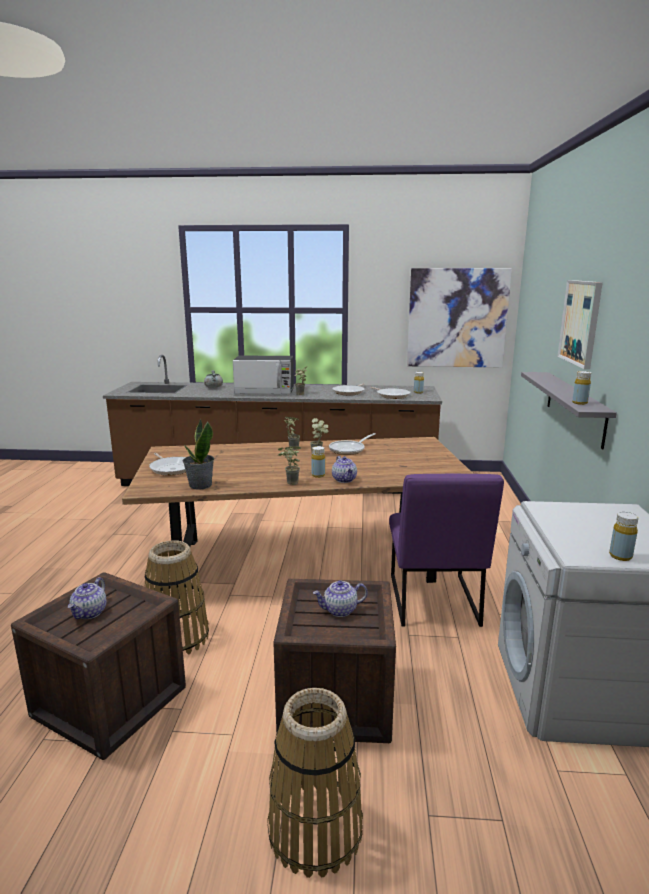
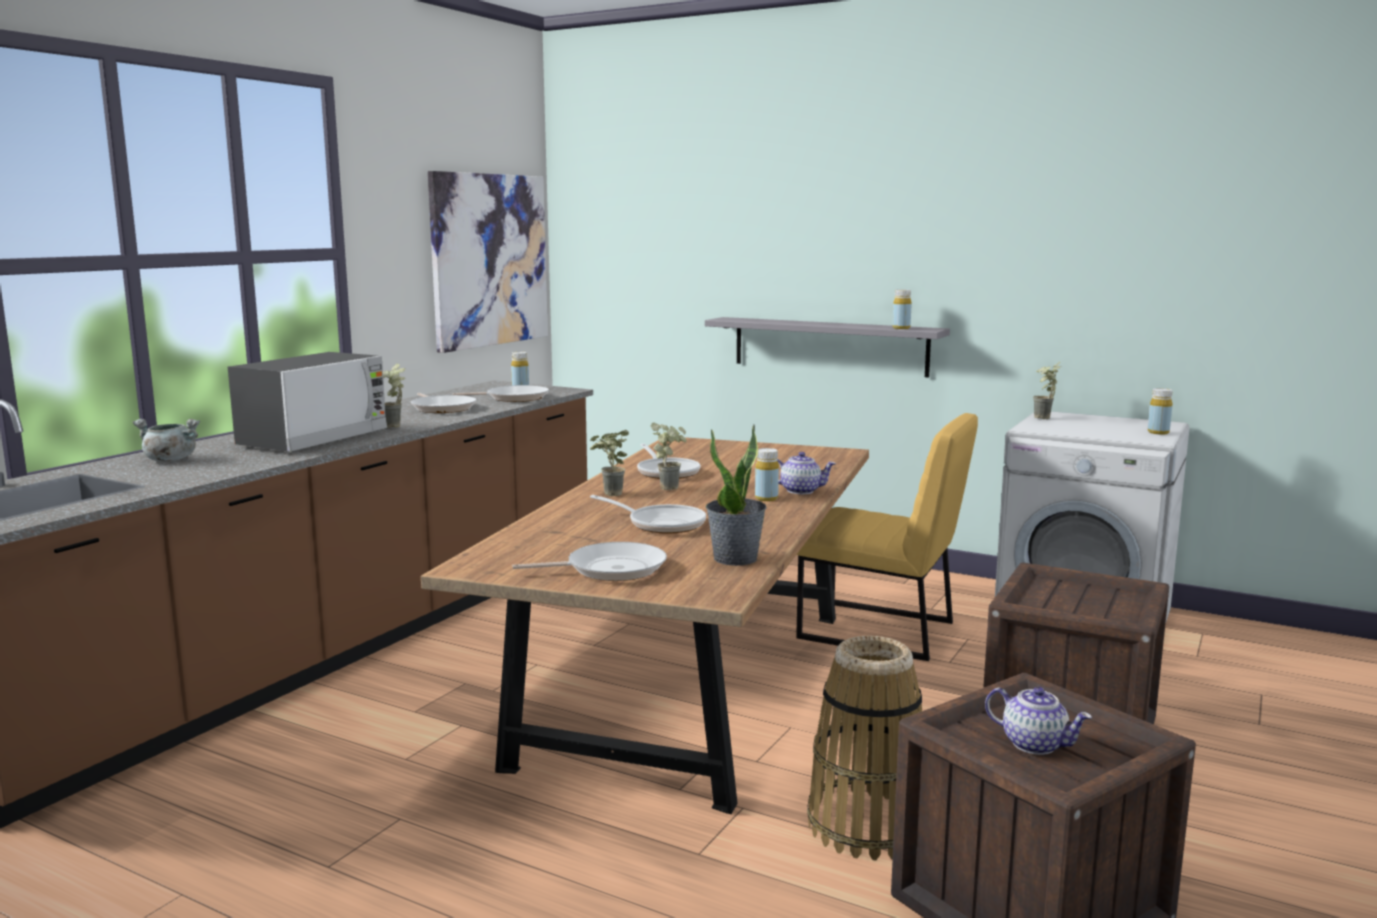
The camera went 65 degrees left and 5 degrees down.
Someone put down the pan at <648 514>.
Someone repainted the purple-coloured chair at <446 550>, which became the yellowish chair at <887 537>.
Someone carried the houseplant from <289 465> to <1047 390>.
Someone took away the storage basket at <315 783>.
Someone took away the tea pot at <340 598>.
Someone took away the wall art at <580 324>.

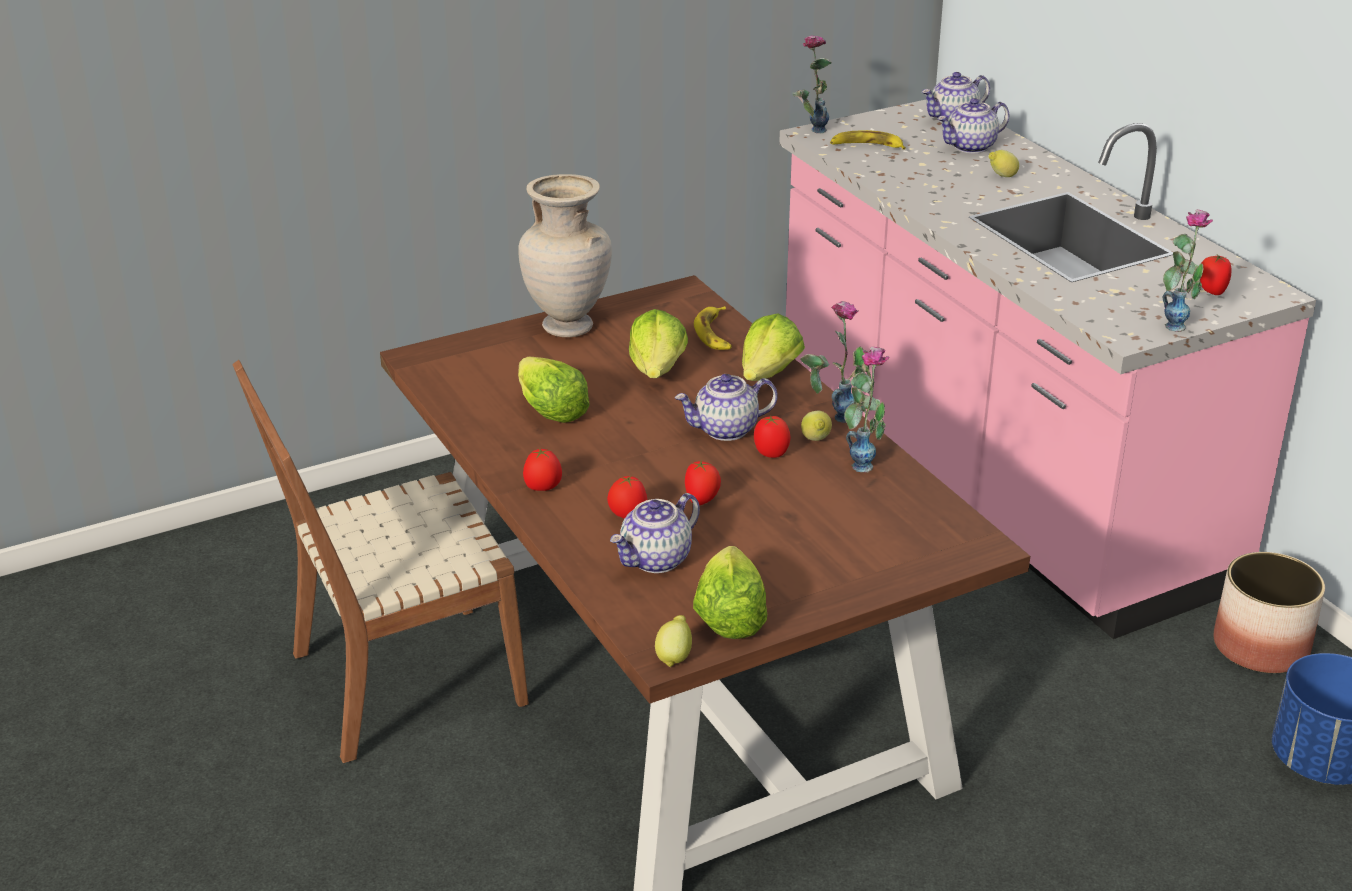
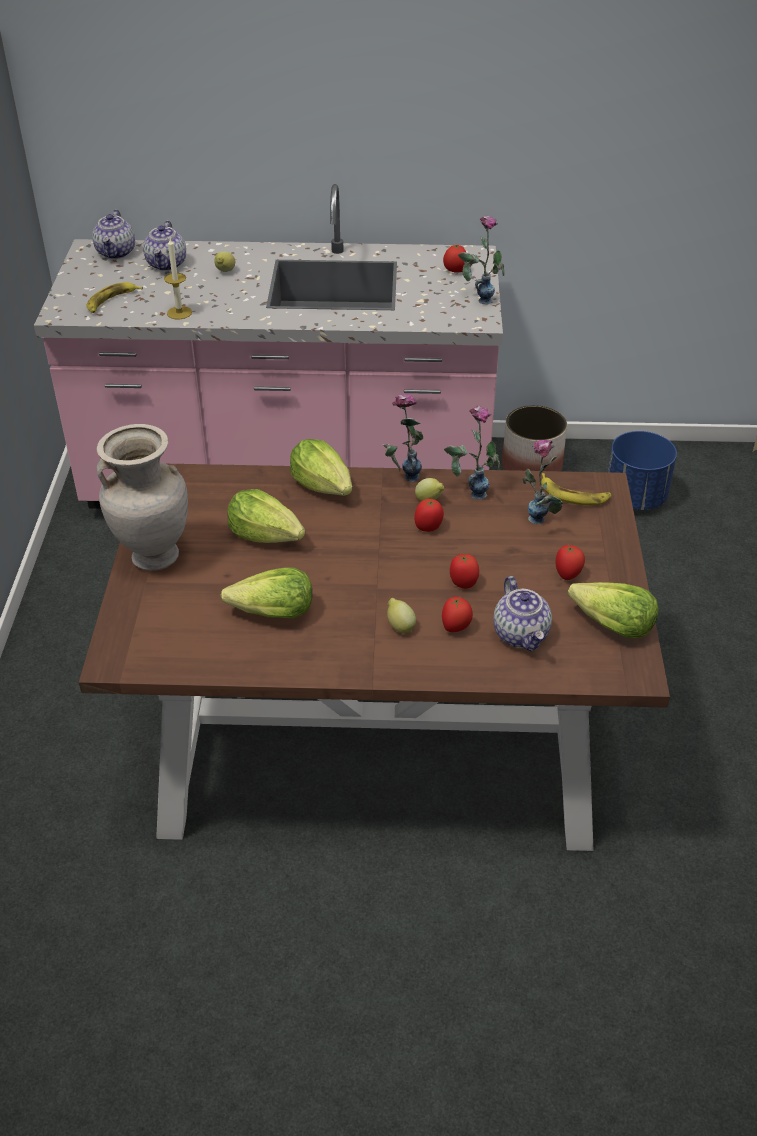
The camera went 60 degrees left and 10 degrees up.
Someone put down the wax candle at <178 278>.
Someone carried the lemon from <673 641> to <401 615>.
Someone carried the decorative vase from <812 84> to <543 482>.
Someone carried the banana from <713 328> to <576 489>.
Someone carried the fresh tomato from <542 469> to <570 562>.
Someone took away the chair at <381 561>.
Someone took away the tea pot at <726 407>.

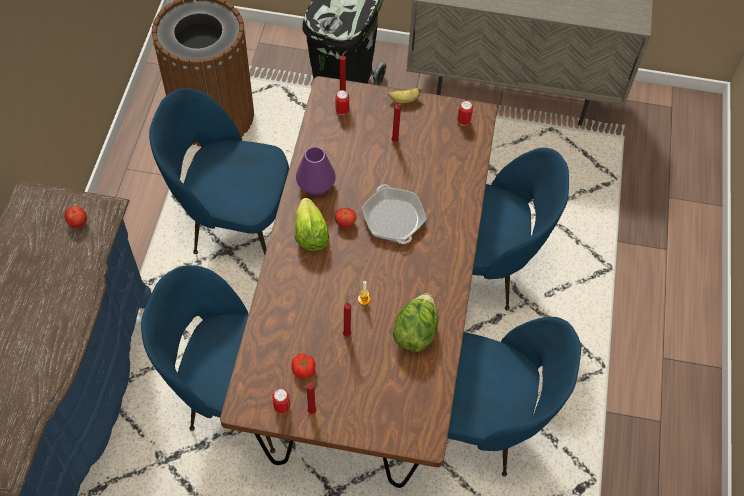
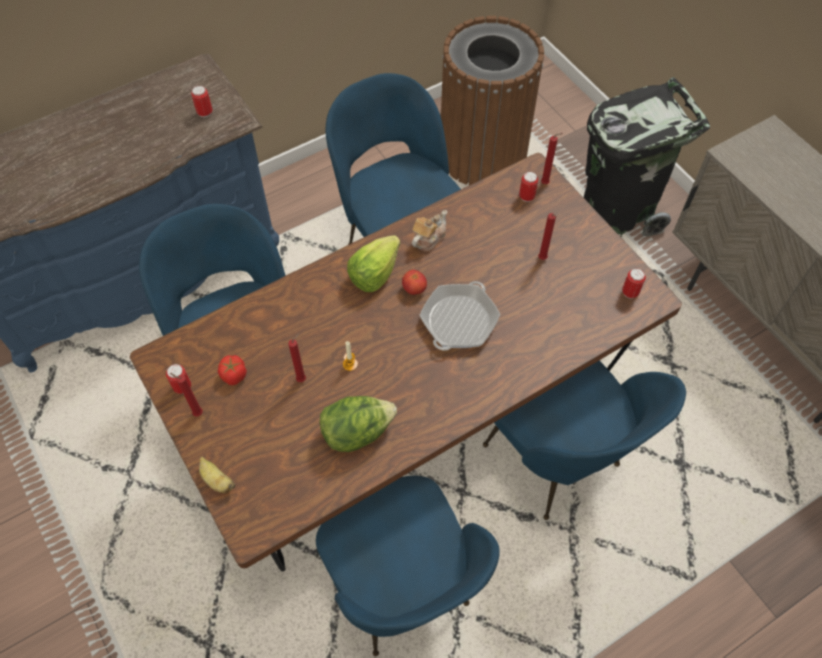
The camera went 50 degrees right and 0 degrees up.
Someone swapped the fresh tomato at <75 217> for the metal can at <201 102>.
Someone carried the banana from <405 95> to <217 475>.
Someone swapped the purple-coloured decorative vase at <316 170> for the tea pot at <429 230>.

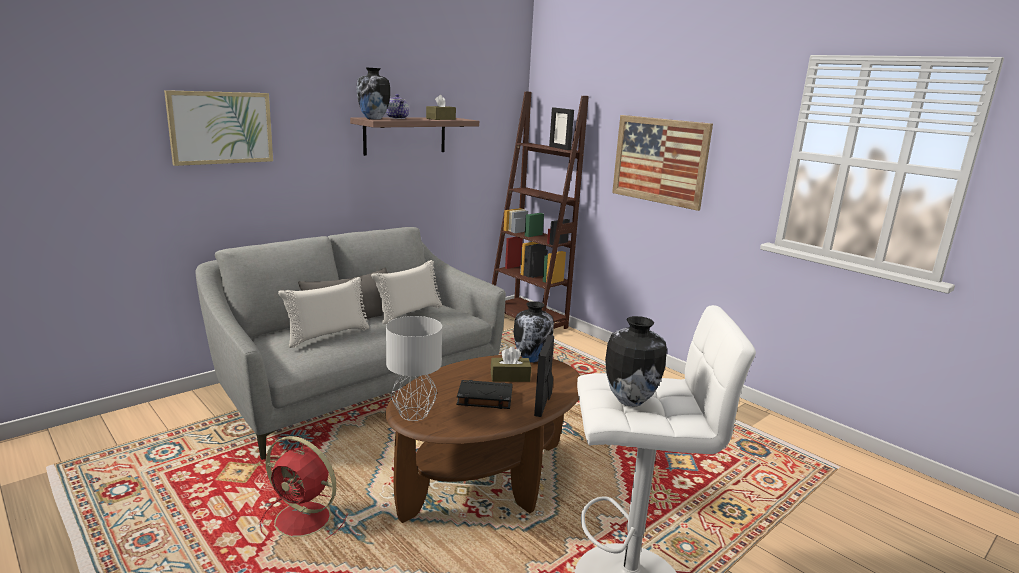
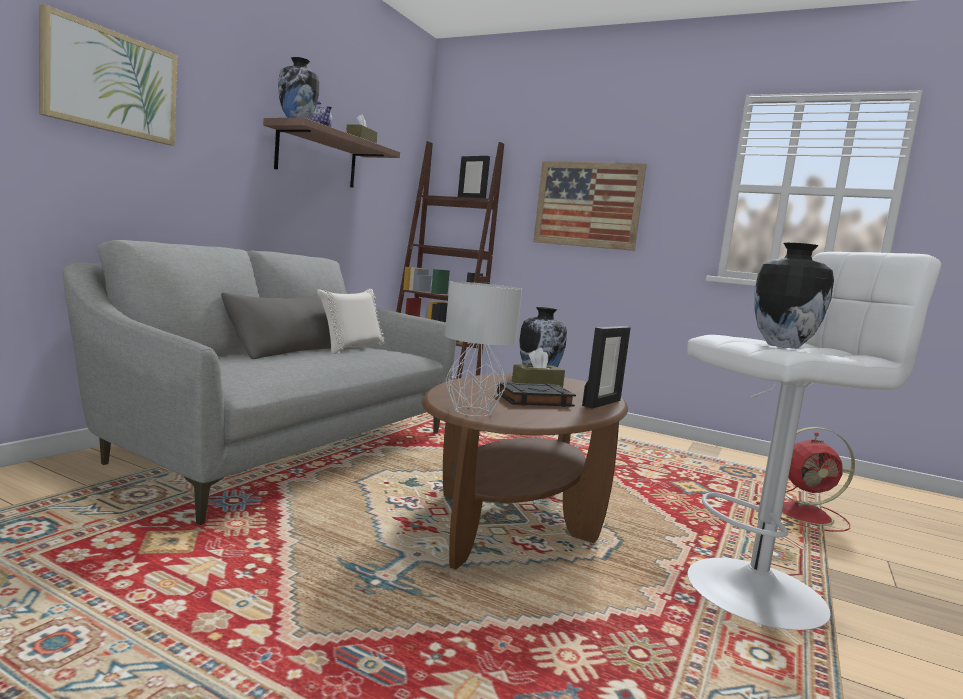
The camera went 20 degrees left and 10 degrees down.
Someone rotated the photo frame at <544 376> by 135 degrees counterclockwise.
Someone carried the red electric fan from <304 489> to <805 479>.
Someone took away the whitish throw pillow at <323 312>.

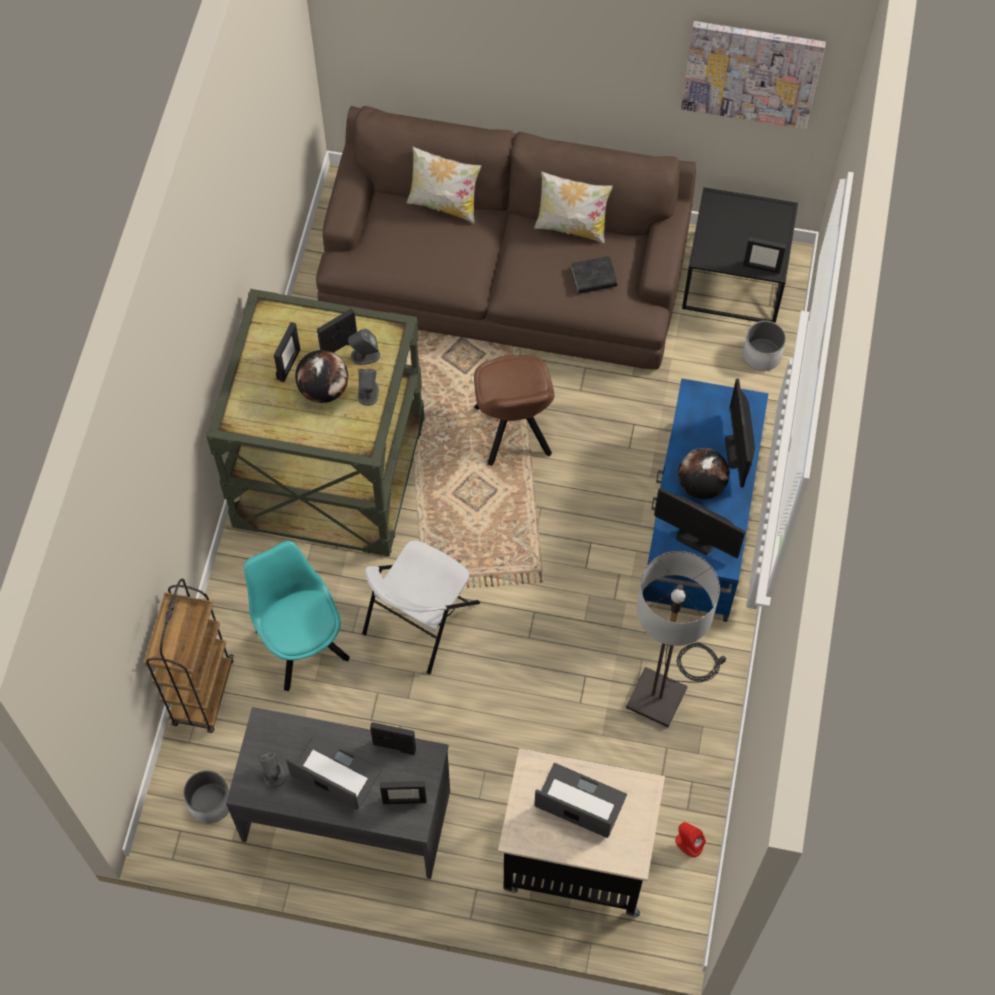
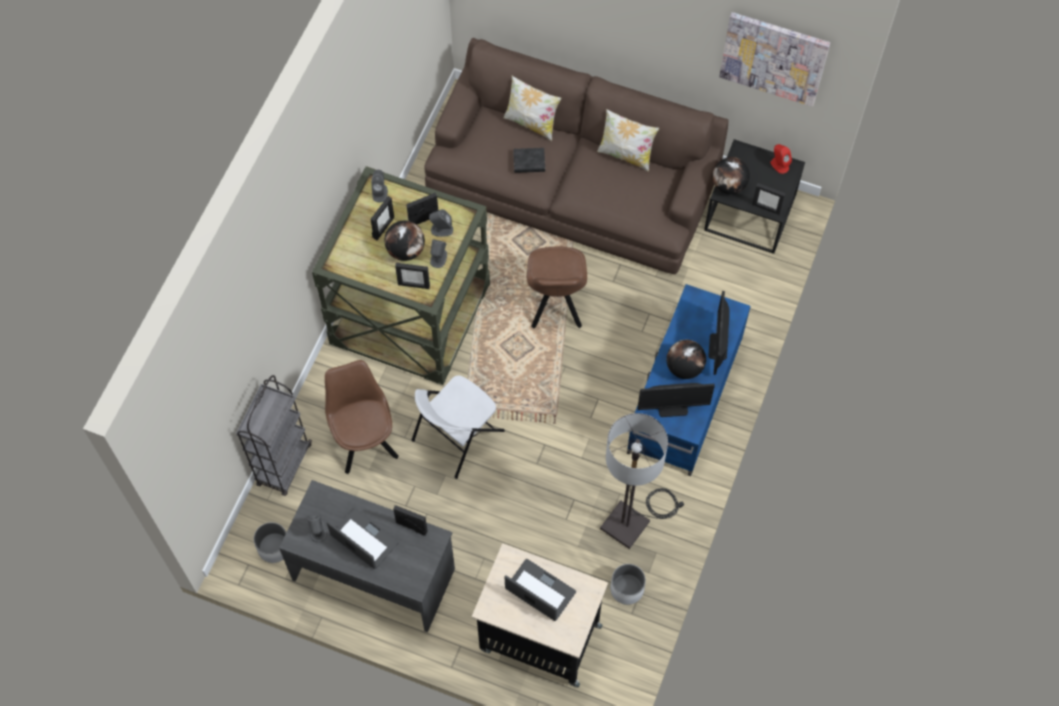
The camera went 10 degrees right and 0 degrees up.
Someone repainted the brown trolley at <189 656>, which became the greyish trolley at <274 435>.
Someone repainted the blue-green chair at <297 616>, which became the brown chair at <362 417>.
Someone put down the greyish audio speaker at <379 186>.
Someone carried the photo frame from <403 792> to <412 276>.
Someone carried the black volume from <594 275> to <529 160>.
Someone carried the whitish planter from <764 346> to <628 584>.
Someone rotated the computer screen at <699 523> by 45 degrees counterclockwise.
Someone put down the globe at <731 175>.
Someone carried the red audio speaker from <690 839> to <781 159>.

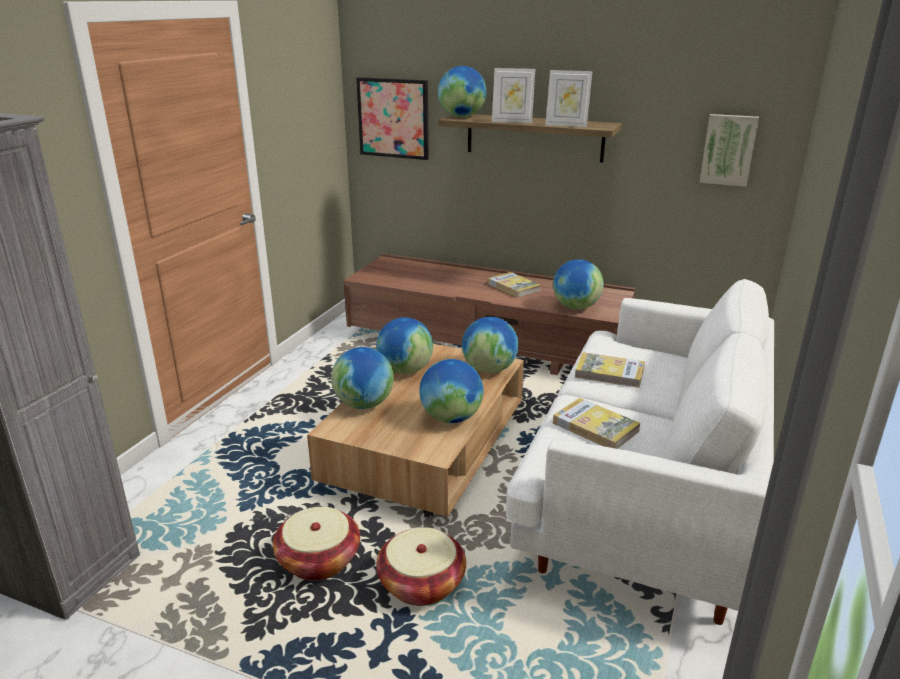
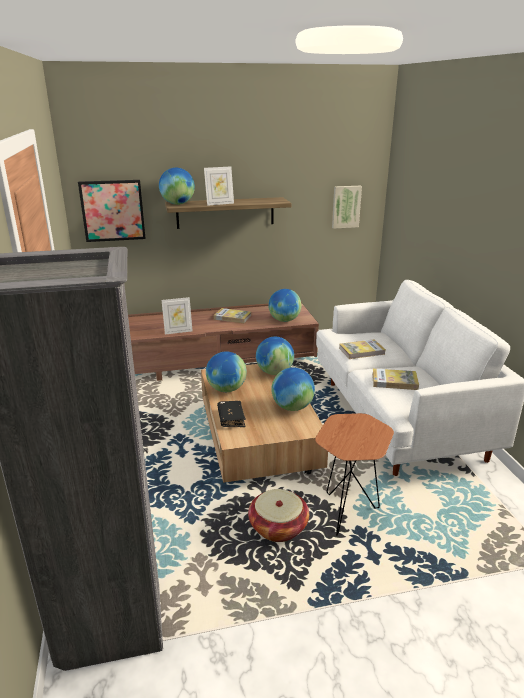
The camera went 35 degrees left and 0 degrees up.
Someone carried the photo frame from <568 98> to <177 315>.
Someone swapped the globe at <362 378> for the black volume at <231 414>.
Someone swapped the storage basket at <421 566> for the brown side table at <354 474>.

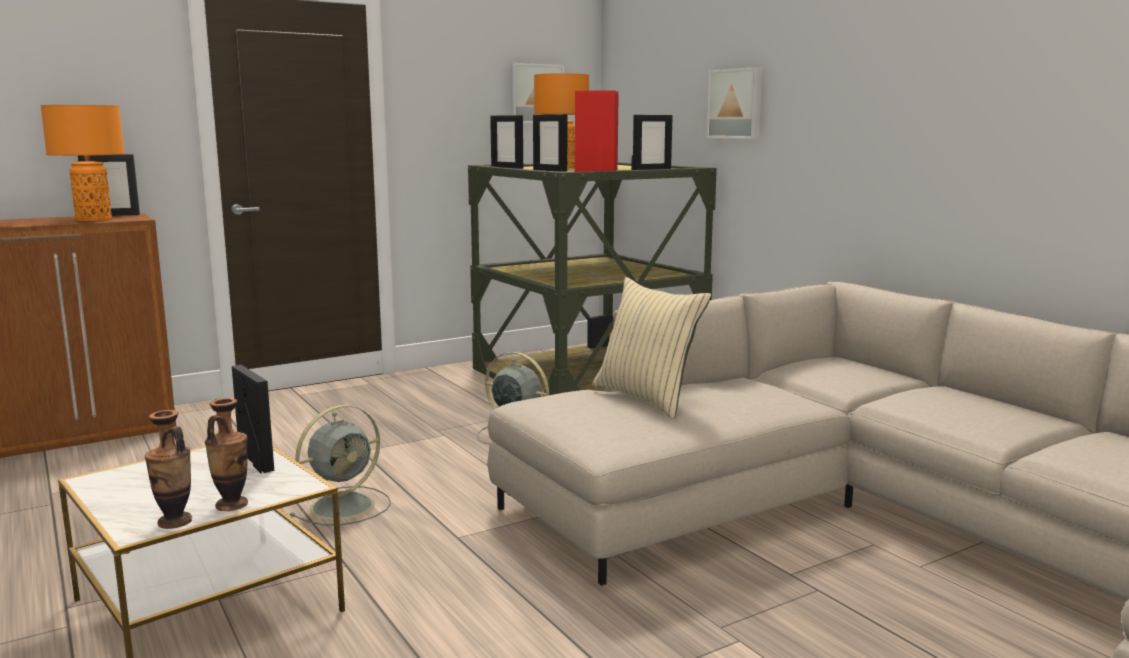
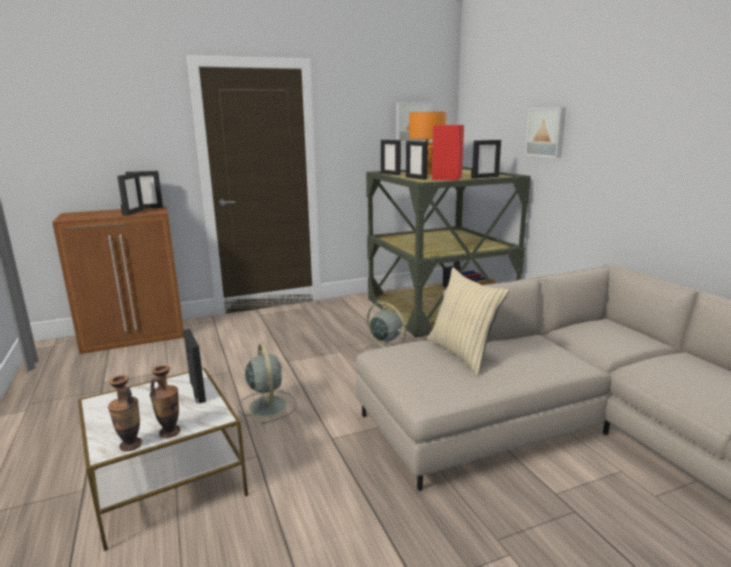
The camera went 10 degrees right and 5 degrees up.
Someone swapped the orange tabletop lamp at <83 163> for the photo frame at <130 194>.
Someone rotated the greyish electric fan at <340 465> by 75 degrees counterclockwise.

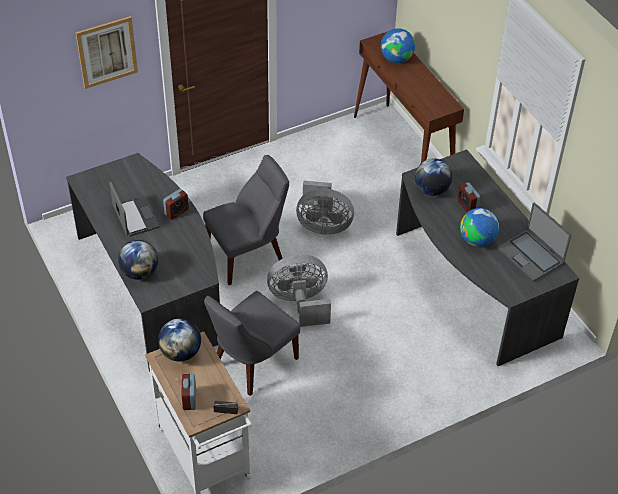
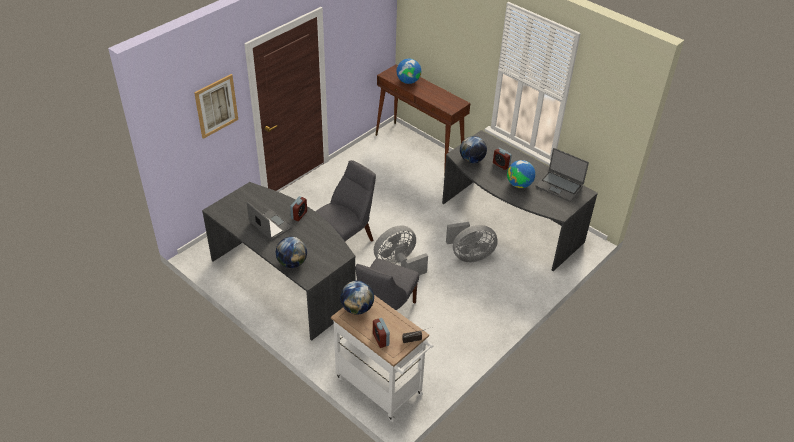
The camera went 20 degrees left and 5 degrees down.
Someone carried the greyish electric fan from <325 208> to <472 242>.

